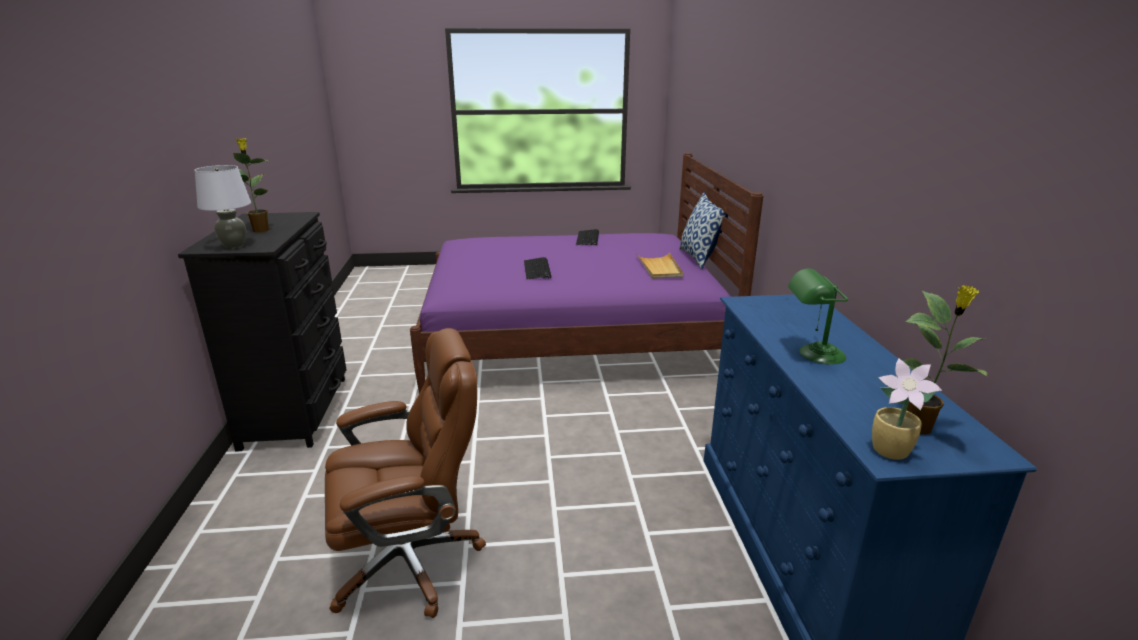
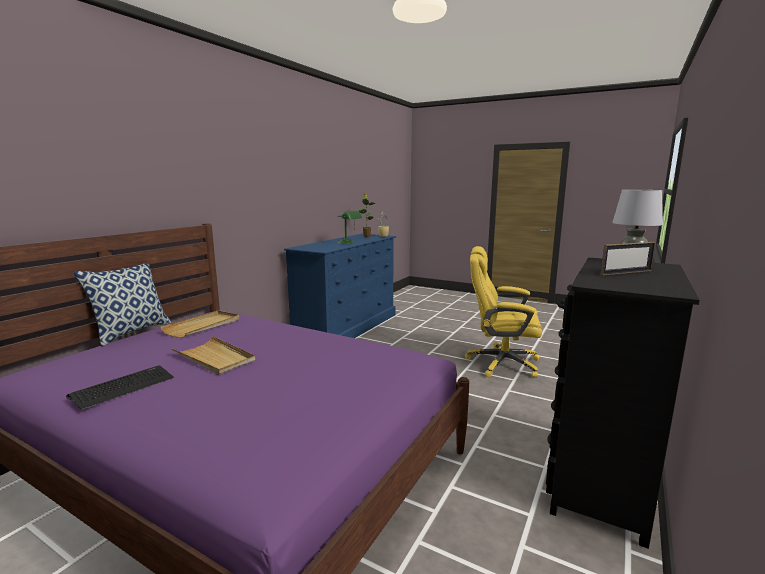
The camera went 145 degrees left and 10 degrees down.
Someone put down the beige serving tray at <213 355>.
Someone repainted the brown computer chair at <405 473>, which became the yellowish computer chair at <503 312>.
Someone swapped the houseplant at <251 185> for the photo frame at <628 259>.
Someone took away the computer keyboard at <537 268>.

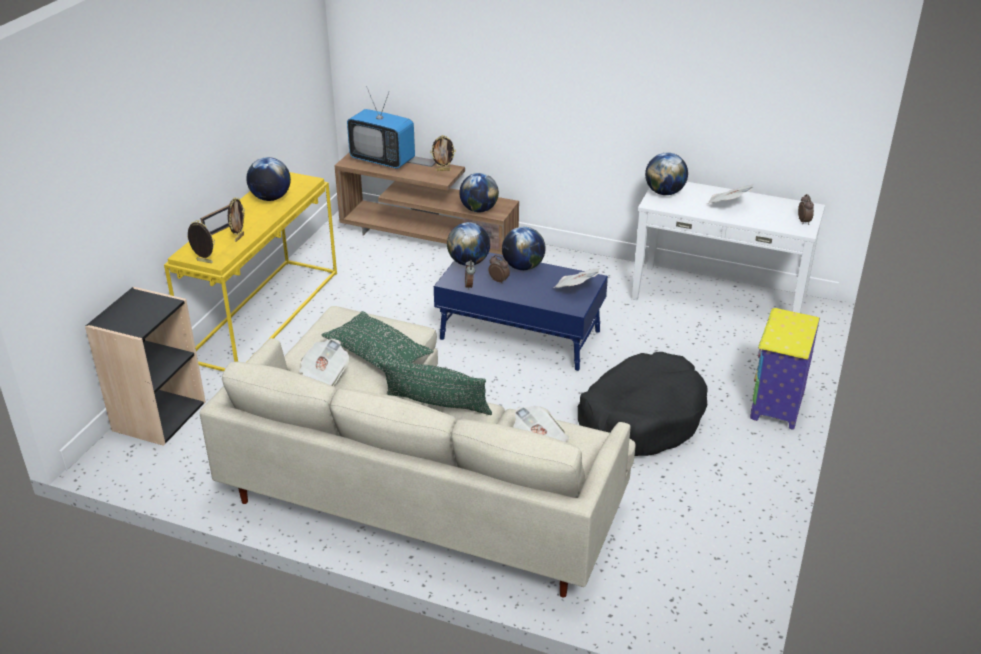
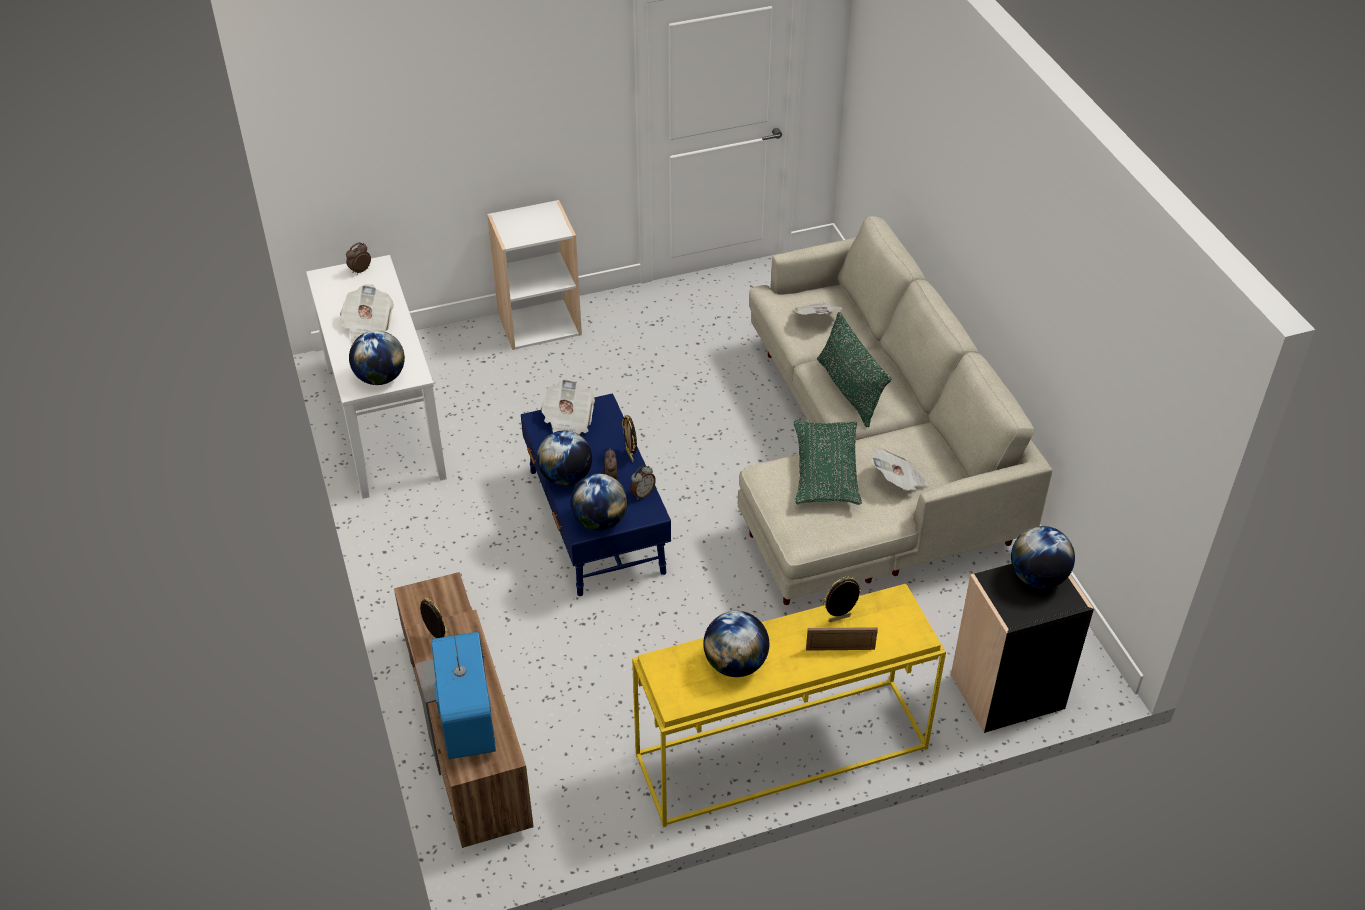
The camera went 130 degrees left and 10 degrees up.
Someone swapped the night table at <785 368> for the whitish bookcase at <534 275>.
Someone carried the photo frame from <201 241> to <629 438>.
Someone carried the globe from <479 192> to <1043 557>.
Someone took away the black pet bed at <643 404>.

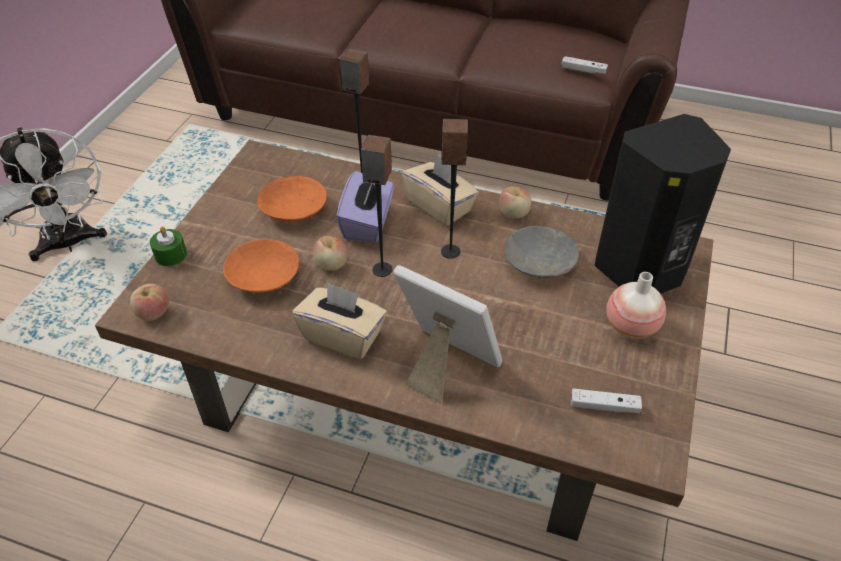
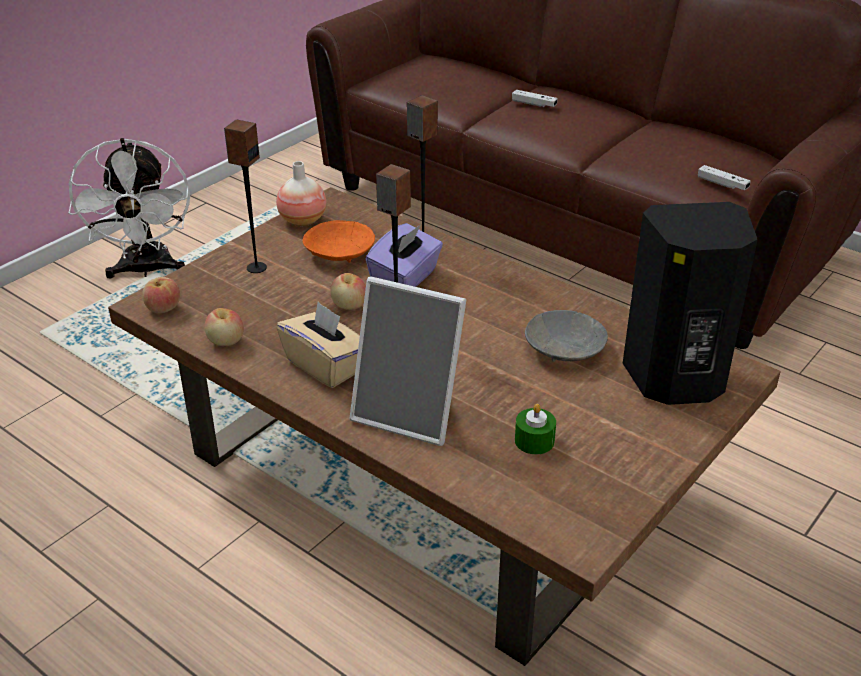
The camera went 20 degrees right and 10 degrees down.
Someone carried the whole apple from <515 202> to <224 327>.
Someone carried the audio speaker from <454 189> to <245 196>.
Someone carried the decorative vase from <636 305> to <301 193>.
Someone rotated the photo frame at <447 334> by 150 degrees clockwise.
Someone carried the whitish game controller from <606 400> to <534 98>.
Someone carried the green wax candle from <168 246> to <535 429>.
Someone took away the orange serving bowl at <261 266>.
Someone took away the beige tissue holder at <440 190>.

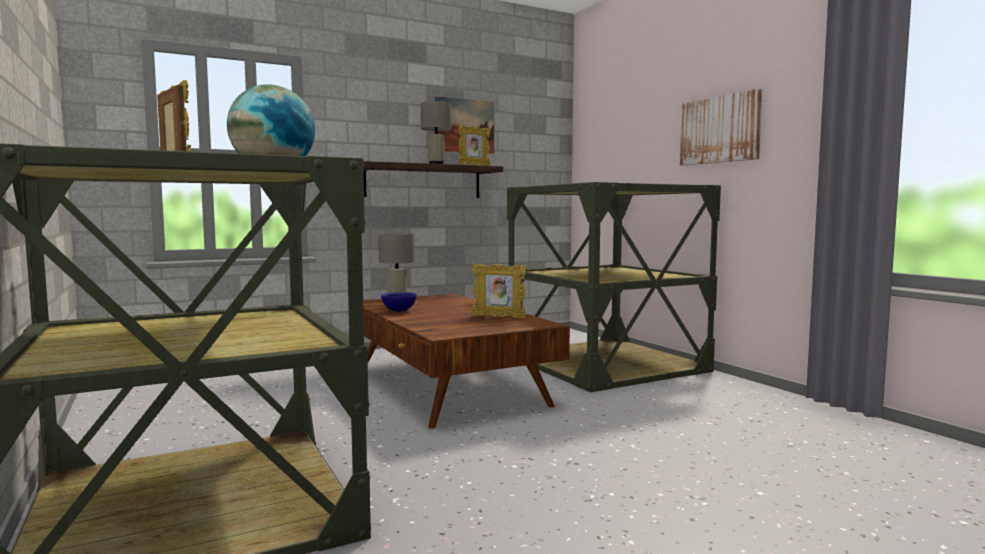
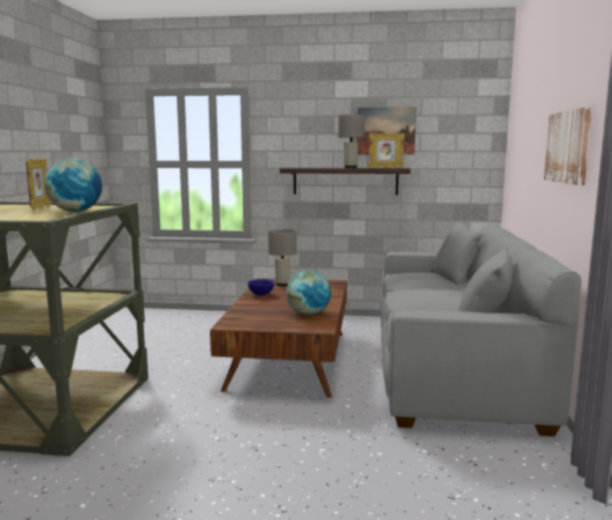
The camera went 35 degrees right and 5 degrees up.
Someone swapped the photo frame at <499 291> for the globe at <308 292>.
Someone swapped the bookcase at <614 287> for the greyish sofa at <481 329>.

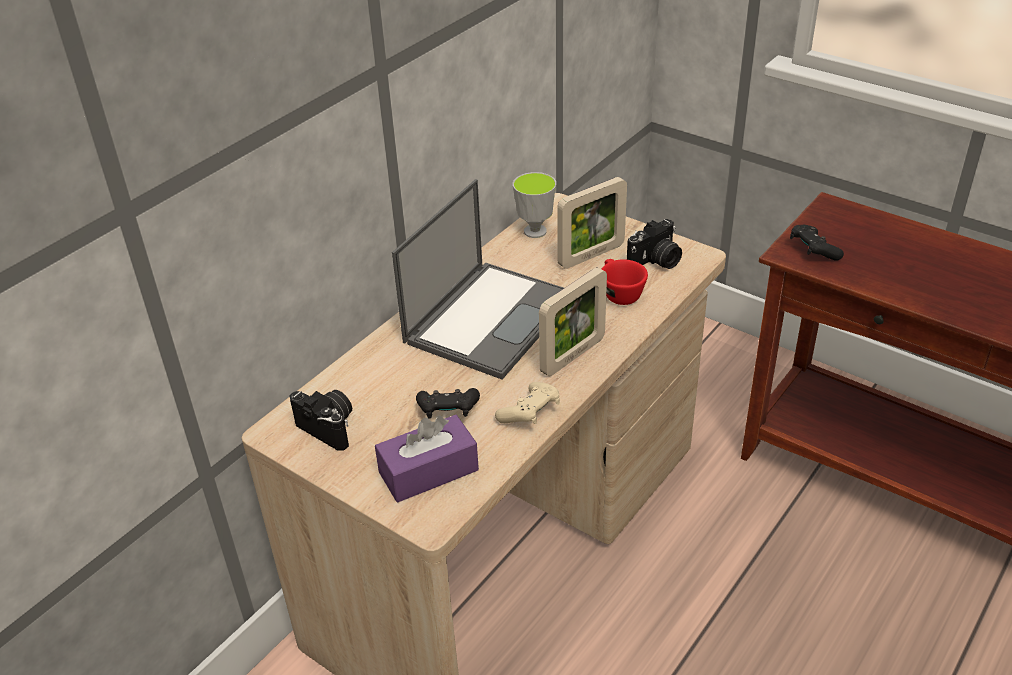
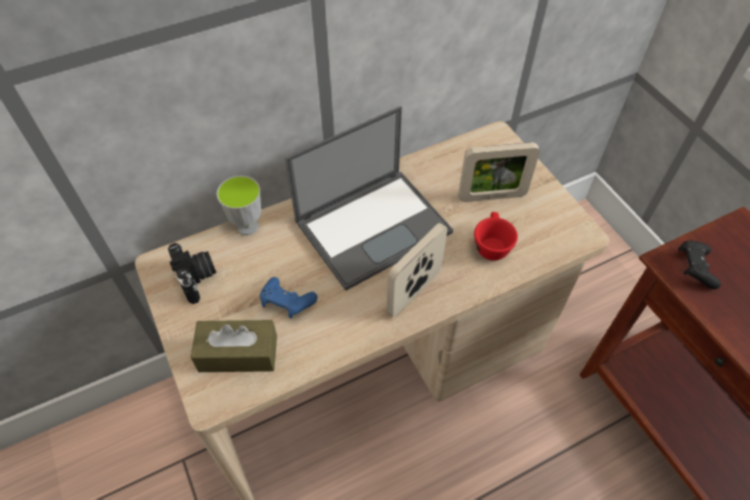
The camera went 25 degrees right and 15 degrees up.
Someone repainted the purple-coloured tissue holder at <427 459>, which became the brown tissue holder at <233 346>.
Someone carried the drinking cup from <534 205> to <239 205>.
Someone repainted the black game controller at <448 403>, which became the blue-coloured game controller at <288 297>.
Someone rotated the photo frame at <573 322> by 150 degrees clockwise.
Someone took away the beige game controller at <527 403>.
Someone took away the still camera at <654 244>.

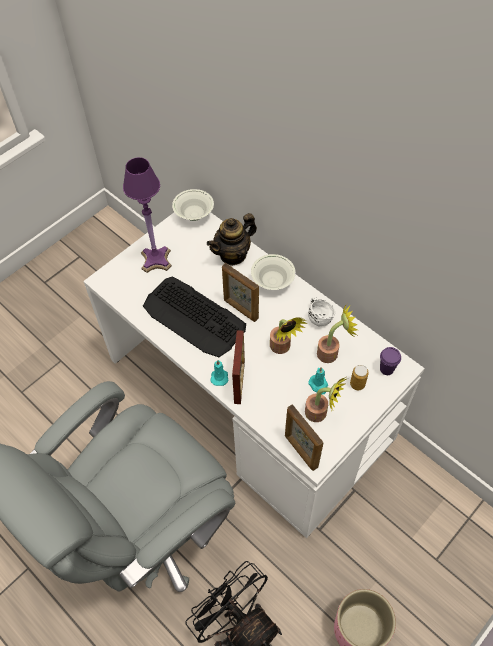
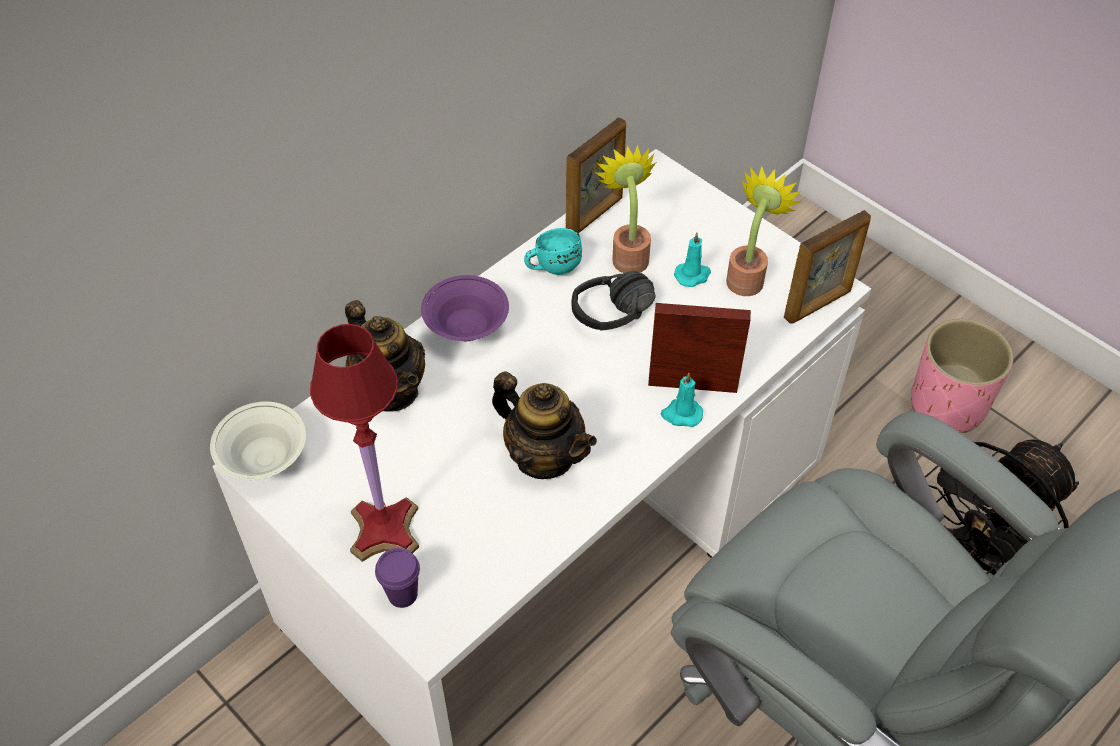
The camera went 90 degrees left and 5 degrees down.
Someone repainted the purple-coloured tabletop lamp at <147 215>, which became the red tabletop lamp at <364 443>.
Someone carried the purple-coloured drinking cup from <390 361> to <397 578>.
Someone repainted the whitish serving bowl at <273 272>, which became the purple-coloured serving bowl at <465 308>.
Someone swapped the computer keyboard at <194 316> for the tea pot at <544 425>.
Someone repainted the whitish tea mug at <321 311>, which became the blue-green tea mug at <553 251>.
Someone carried the photo frame from <240 292> to <596 175>.
Someone swapped the houseplant at <289 335> for the black headphones at <614 300>.
Someone took away the metal can at <359 377>.

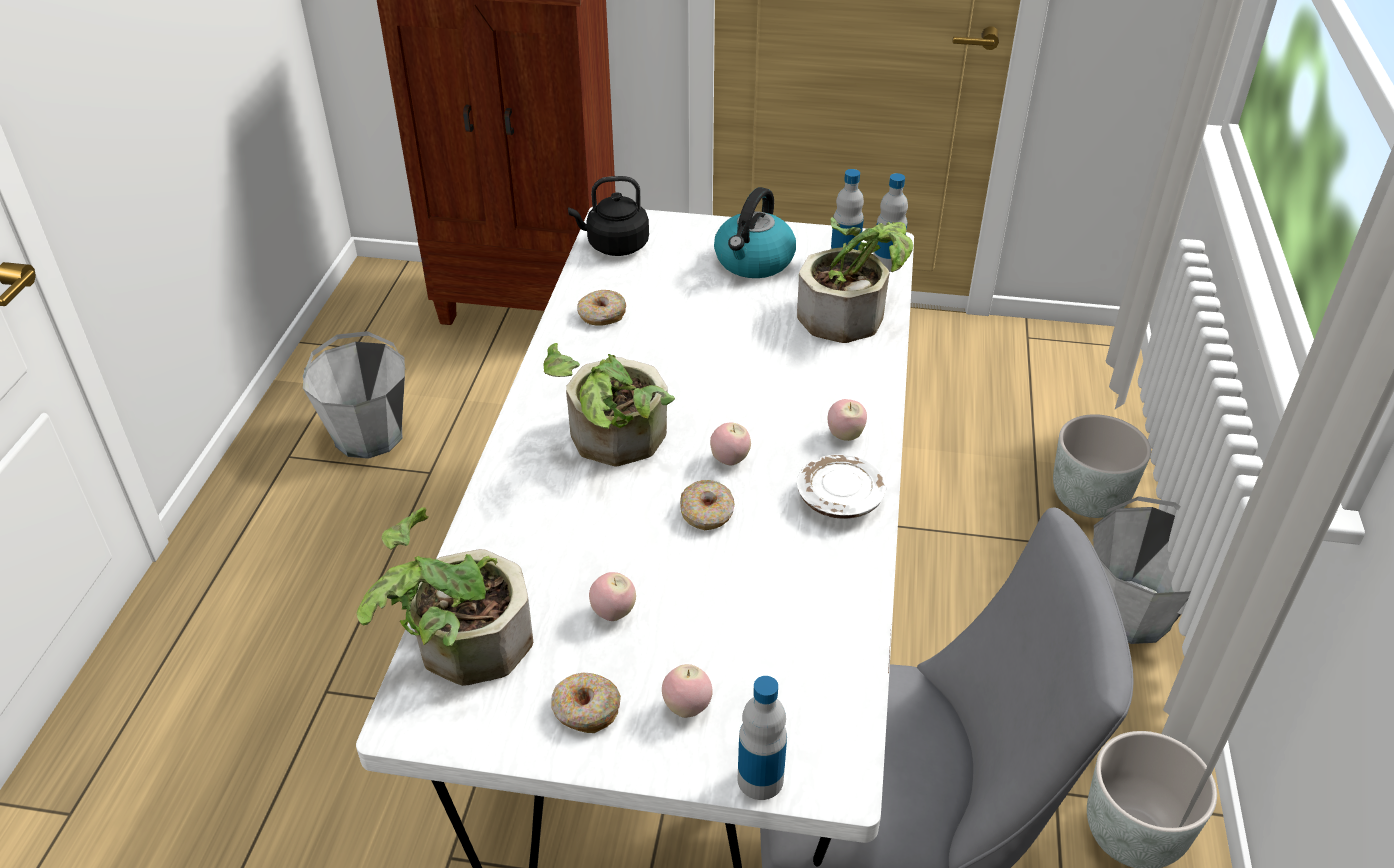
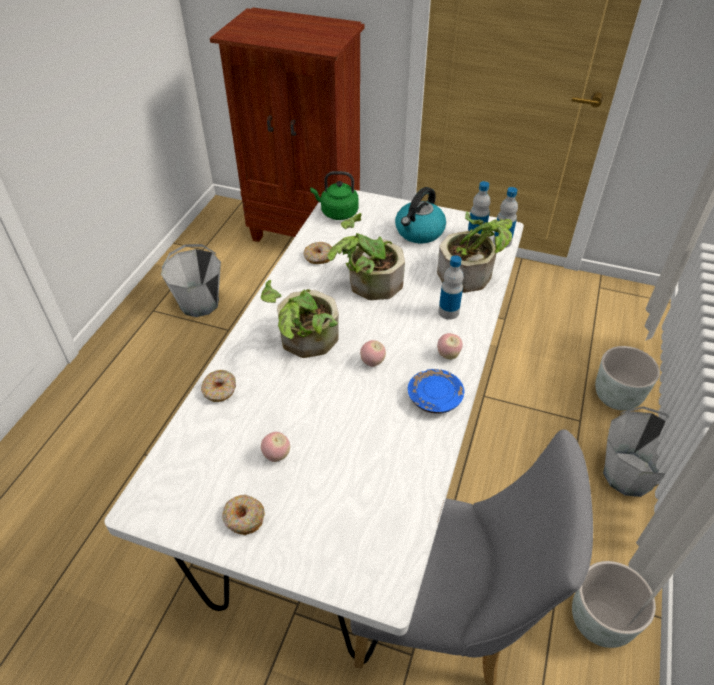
The camera went 10 degrees right and 5 degrees up.
Someone carried the ring doughnut from <707 505> to <218 386>.
Someone repainted the black kettle at <608 216>, which became the green kettle at <334 195>.
Someone carried the houseplant from <444 597> to <366 256>.
Someone repainted the whitish plate at <842 486>, which became the blue-coloured plate at <436 391>.
Someone carried the bottle from <762 738> to <450 287>.
Someone took away the whole apple at <687 691>.

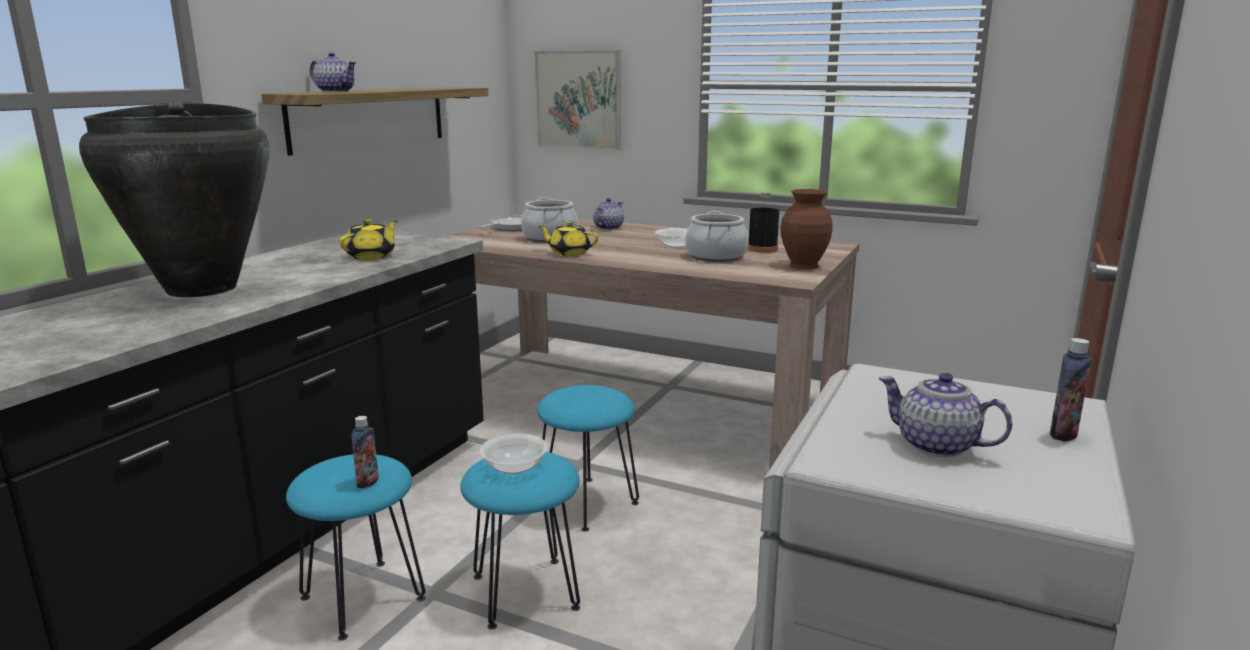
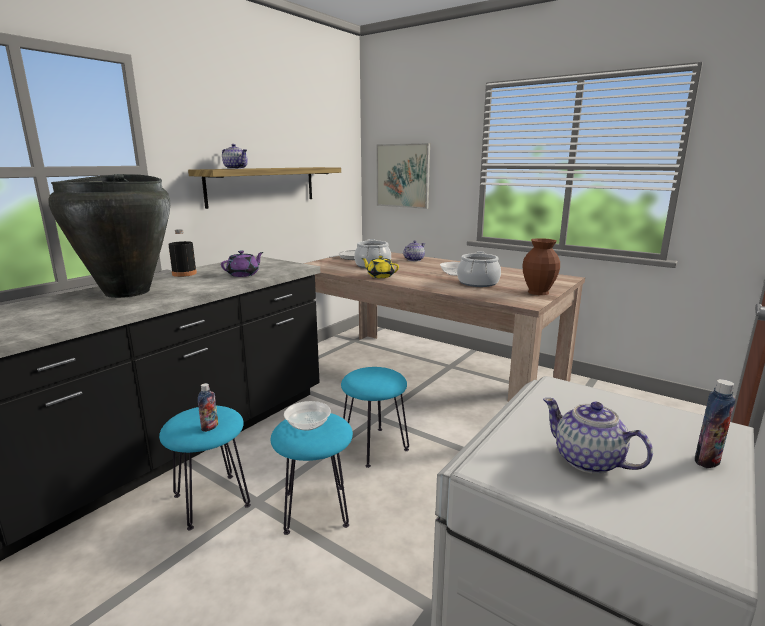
The camera went 10 degrees right and 0 degrees up.
Someone carried the black bottle from <763 222> to <182 253>.
Someone repainted the yellowish tea pot at <368 239>, which became the purple-coloured tea pot at <242 263>.

